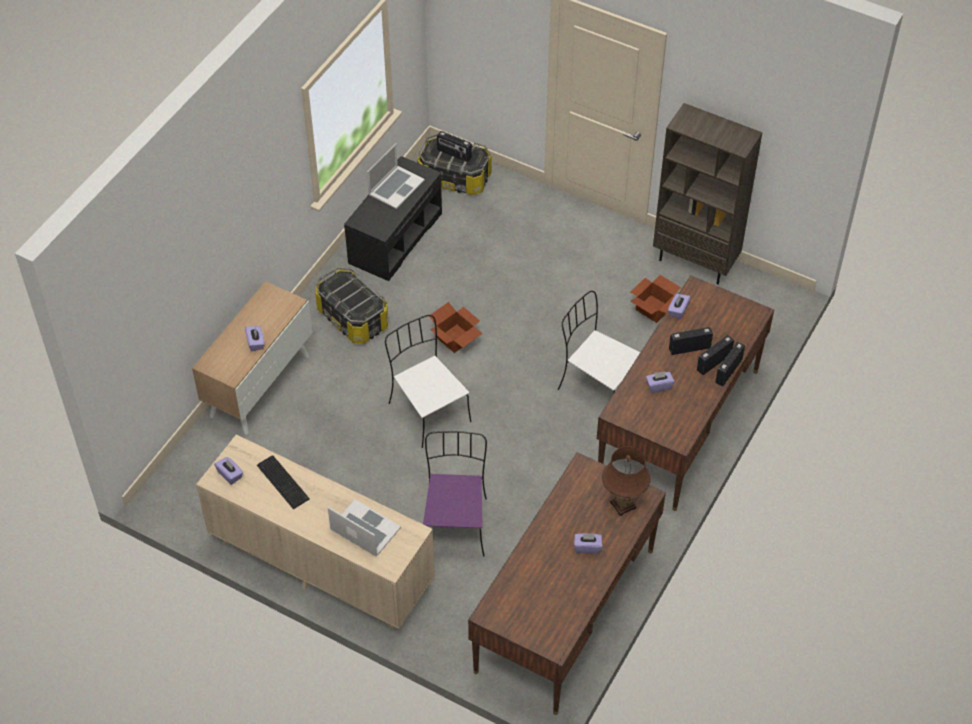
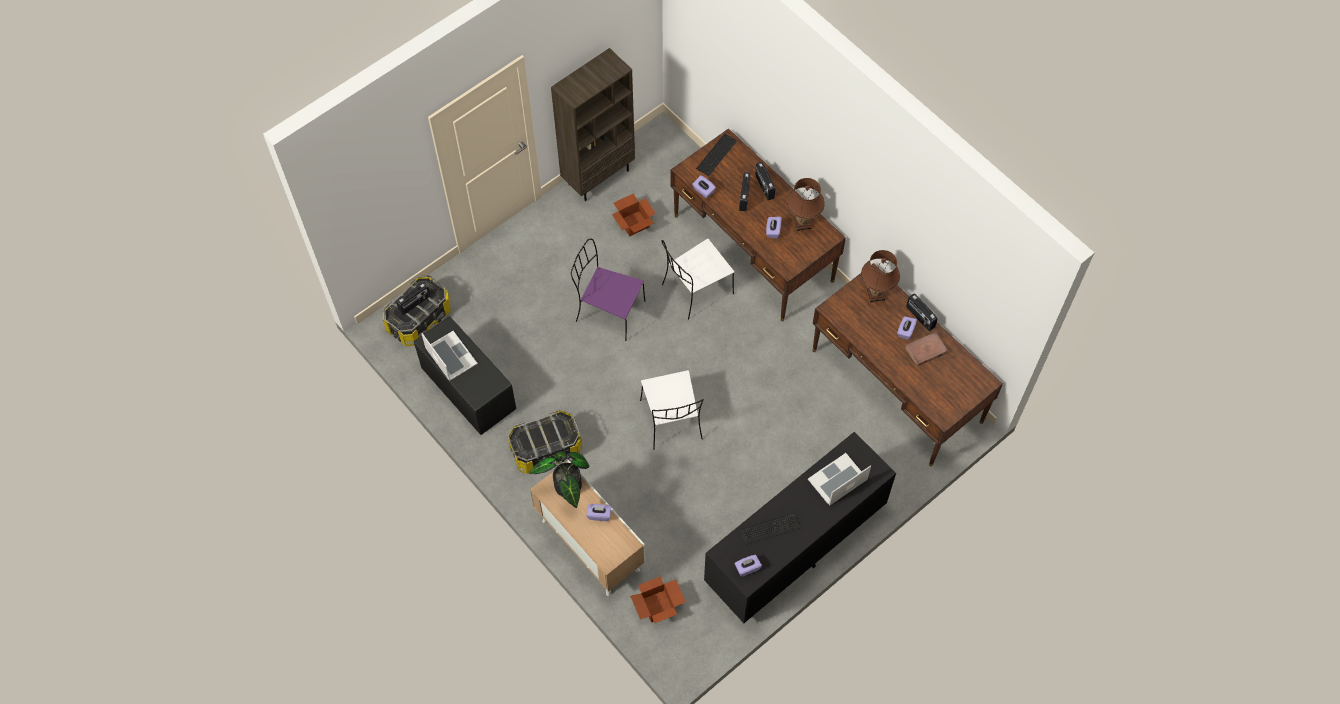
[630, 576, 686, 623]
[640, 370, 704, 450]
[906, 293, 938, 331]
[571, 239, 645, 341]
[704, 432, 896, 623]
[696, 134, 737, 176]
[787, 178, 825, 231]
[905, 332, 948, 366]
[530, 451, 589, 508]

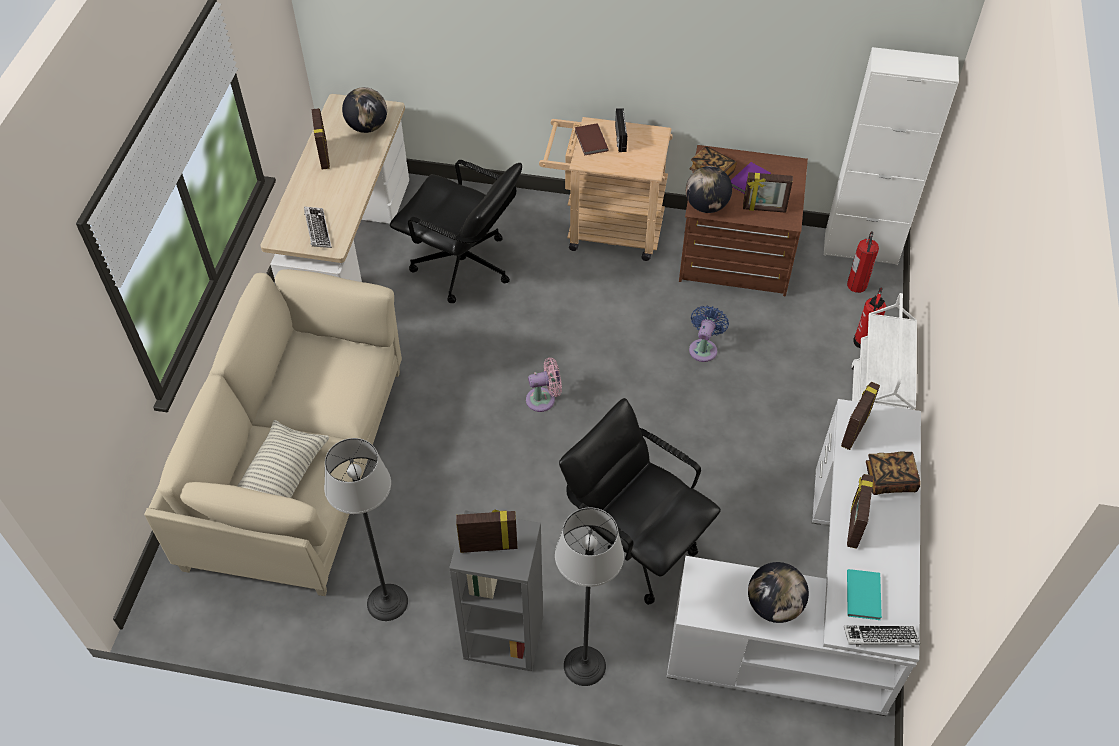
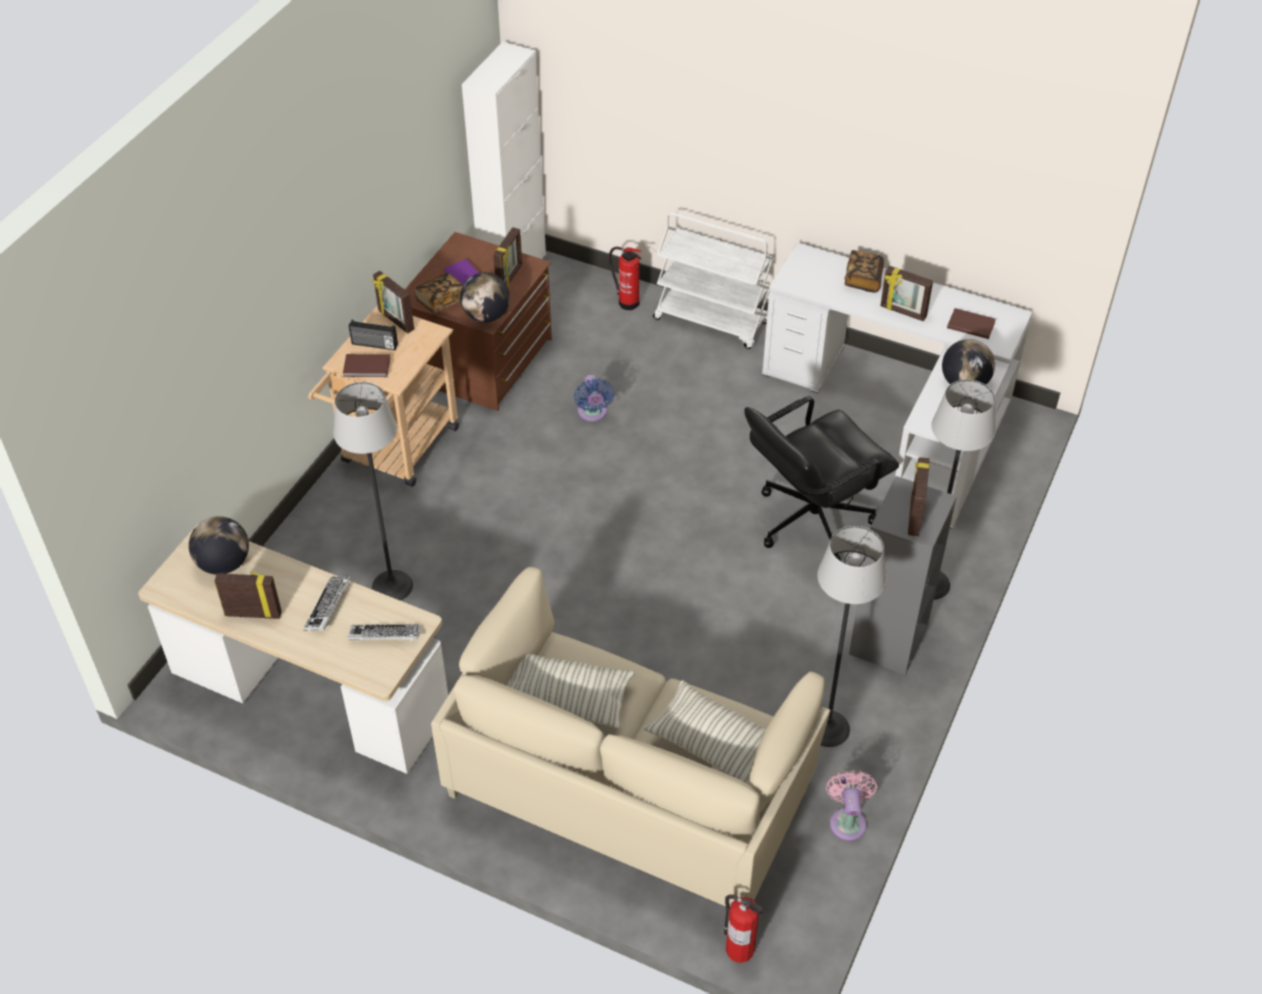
[333, 382, 413, 601]
[724, 894, 763, 963]
[574, 374, 615, 422]
[826, 770, 877, 841]
[372, 271, 414, 334]
[947, 308, 996, 339]
[303, 576, 351, 631]
[507, 653, 635, 729]

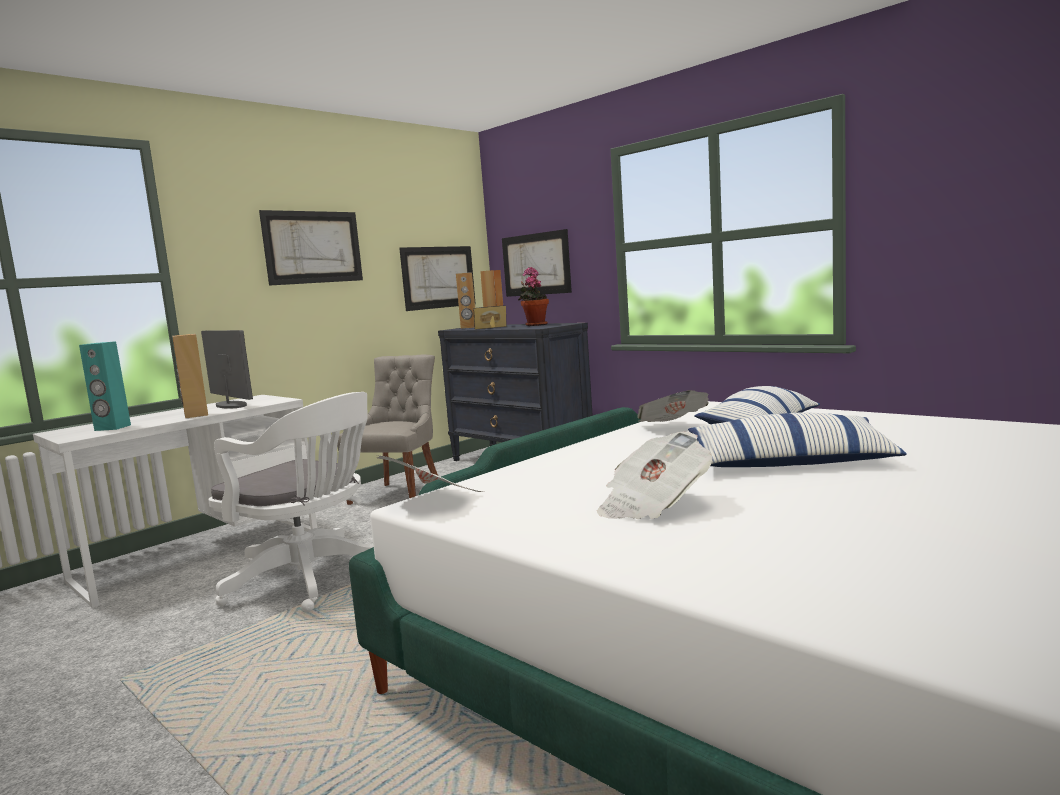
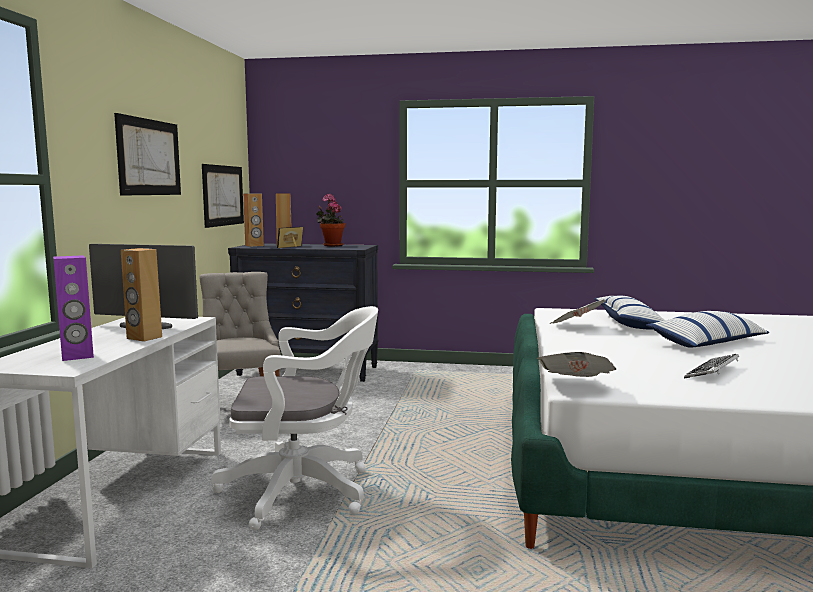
[502, 229, 572, 297] (first image)
[53, 255, 94, 361]
[684, 354, 739, 379]

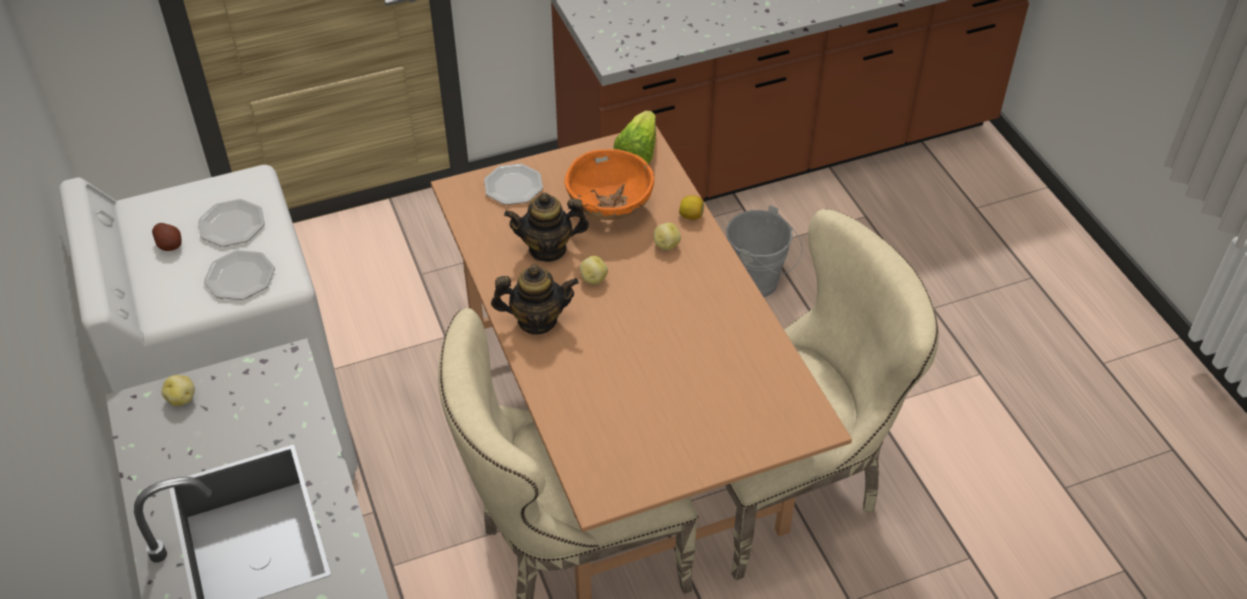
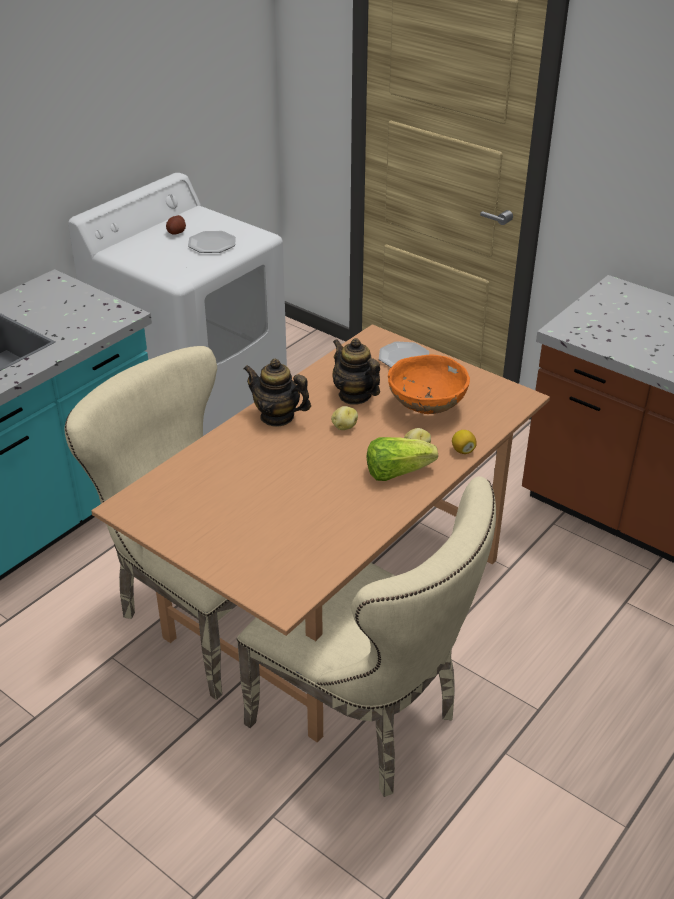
[367, 437, 438, 481]
[726, 205, 803, 298] (first image)
[204, 250, 275, 300] (first image)
[244, 359, 311, 427]
[162, 375, 195, 406] (first image)

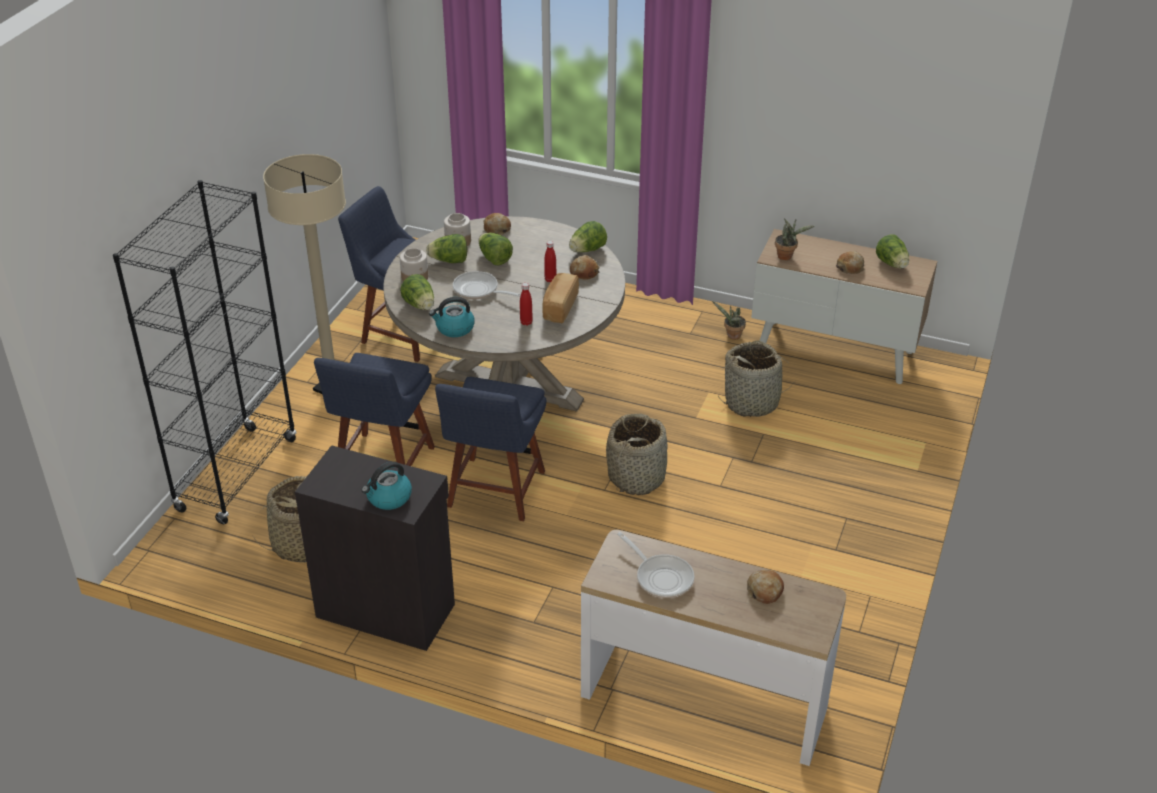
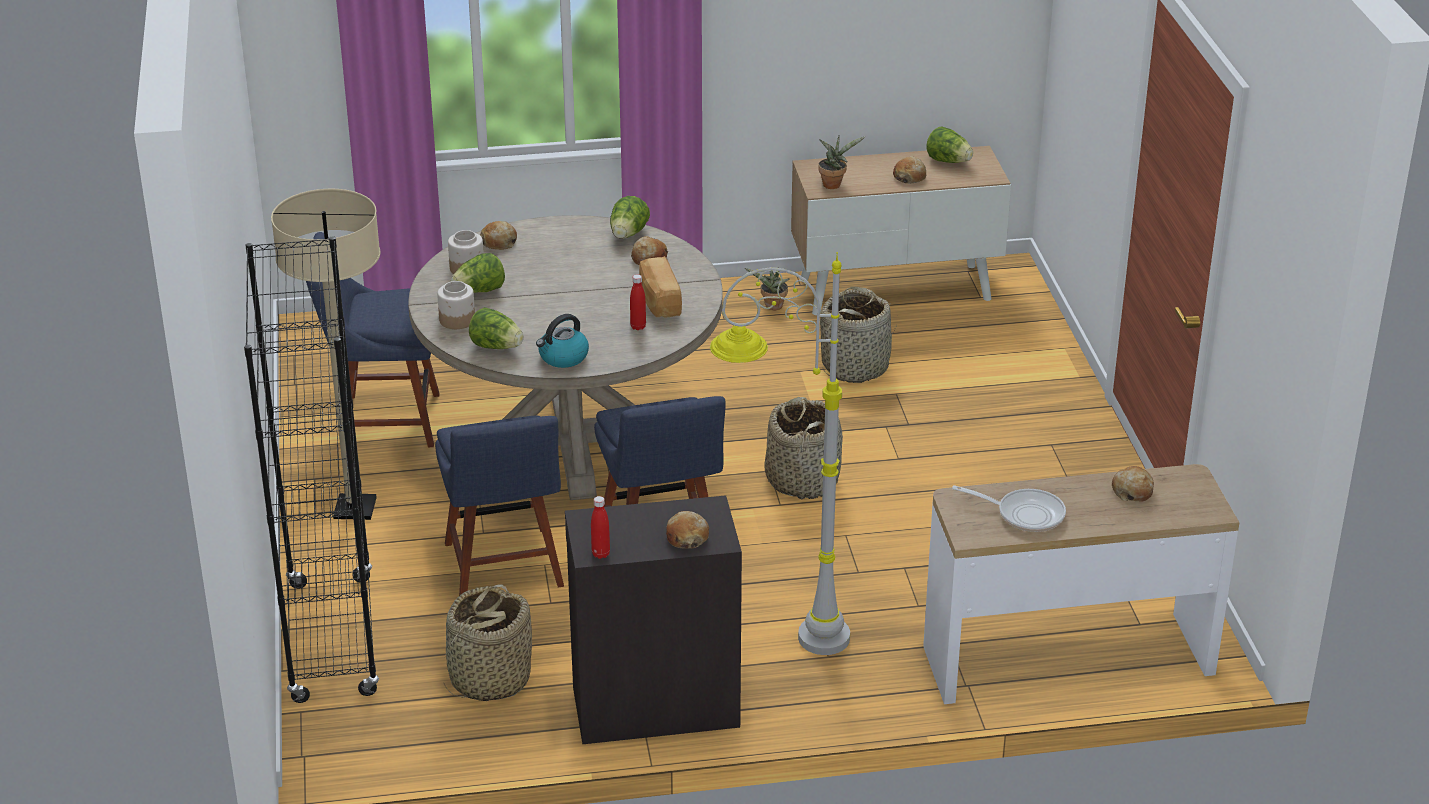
[478, 233, 513, 266] (first image)
[591, 496, 610, 559]
[453, 271, 521, 299] (first image)
[666, 511, 709, 549]
[710, 252, 850, 655]

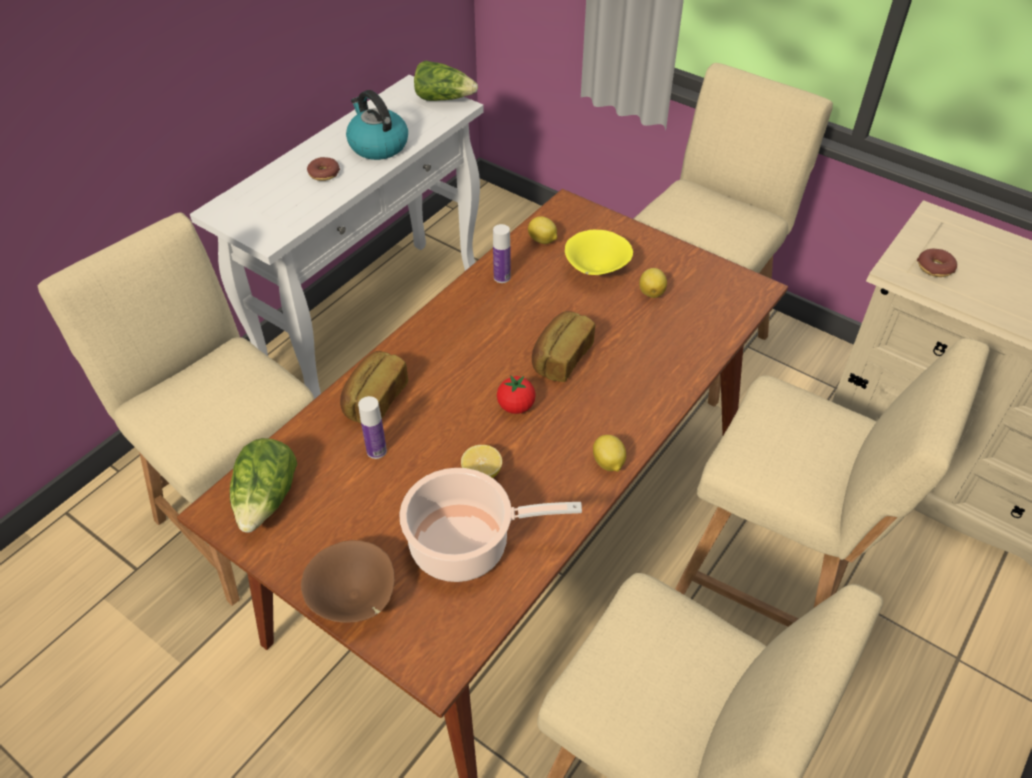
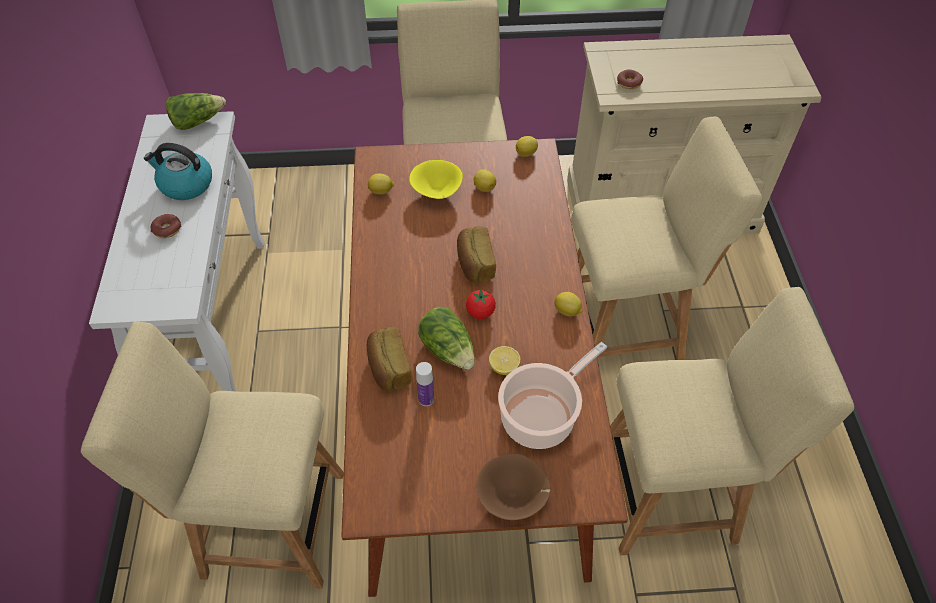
[493, 224, 511, 283] (first image)
[418, 306, 475, 370]
[516, 136, 538, 157]

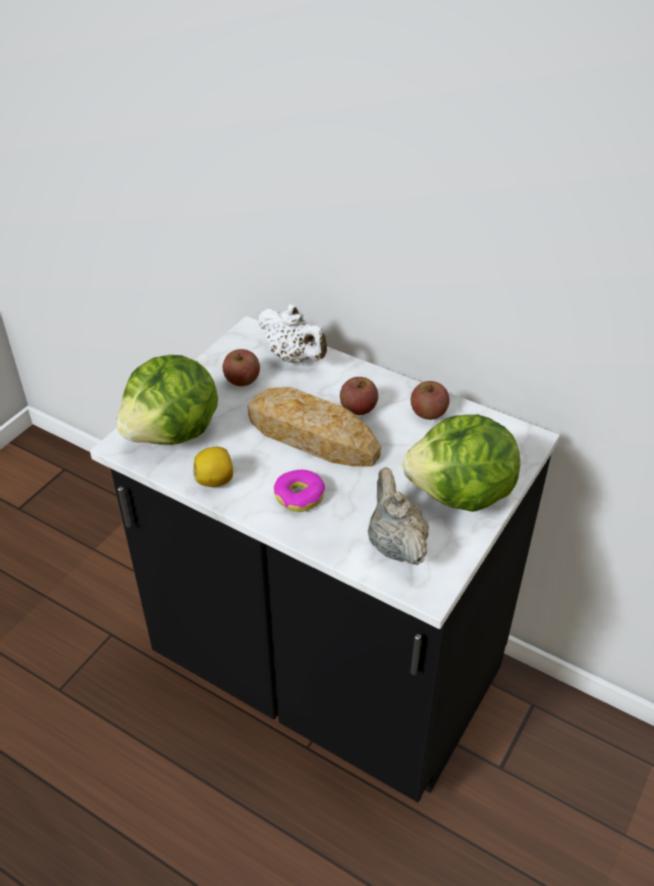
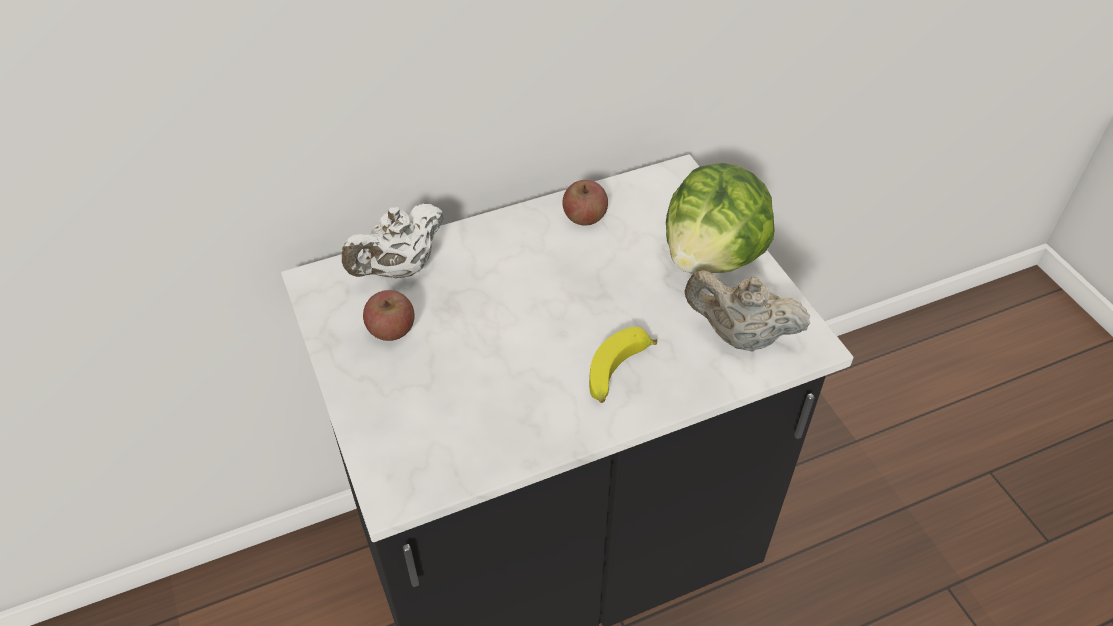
[342, 204, 444, 278]
[116, 355, 218, 445] (first image)
[340, 377, 378, 415] (first image)
[247, 387, 381, 467] (first image)
[193, 447, 233, 487] (first image)
[589, 327, 657, 403]

